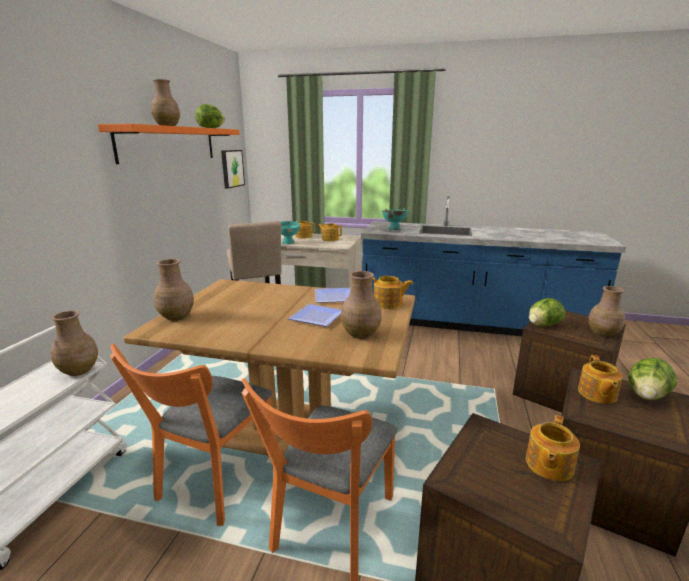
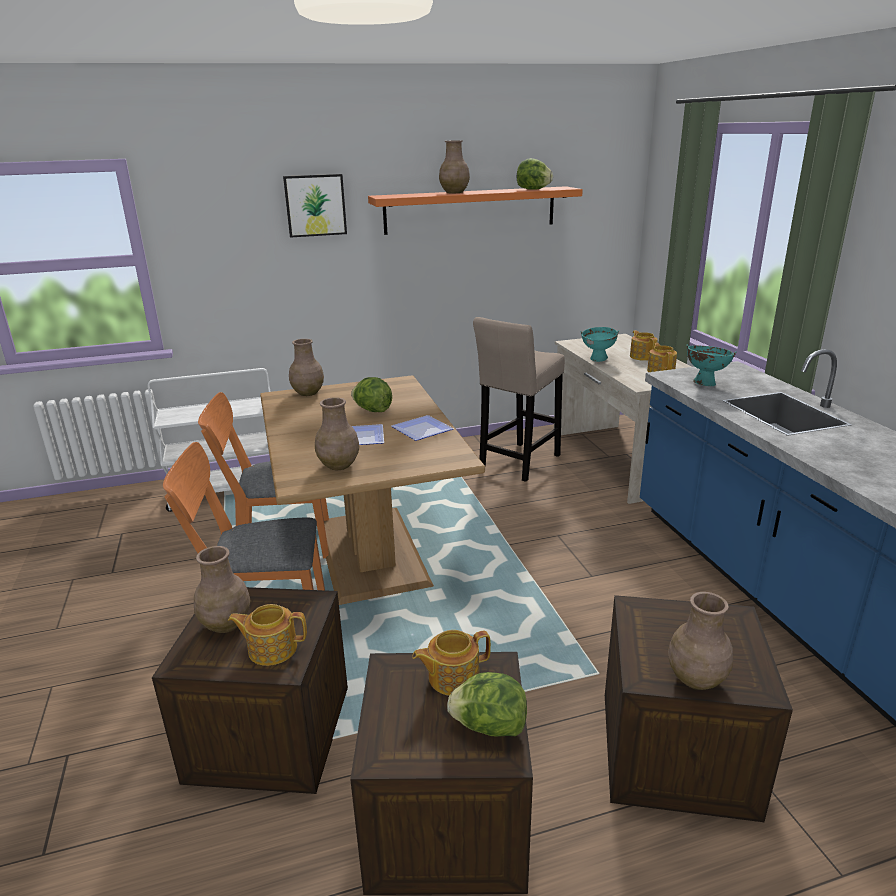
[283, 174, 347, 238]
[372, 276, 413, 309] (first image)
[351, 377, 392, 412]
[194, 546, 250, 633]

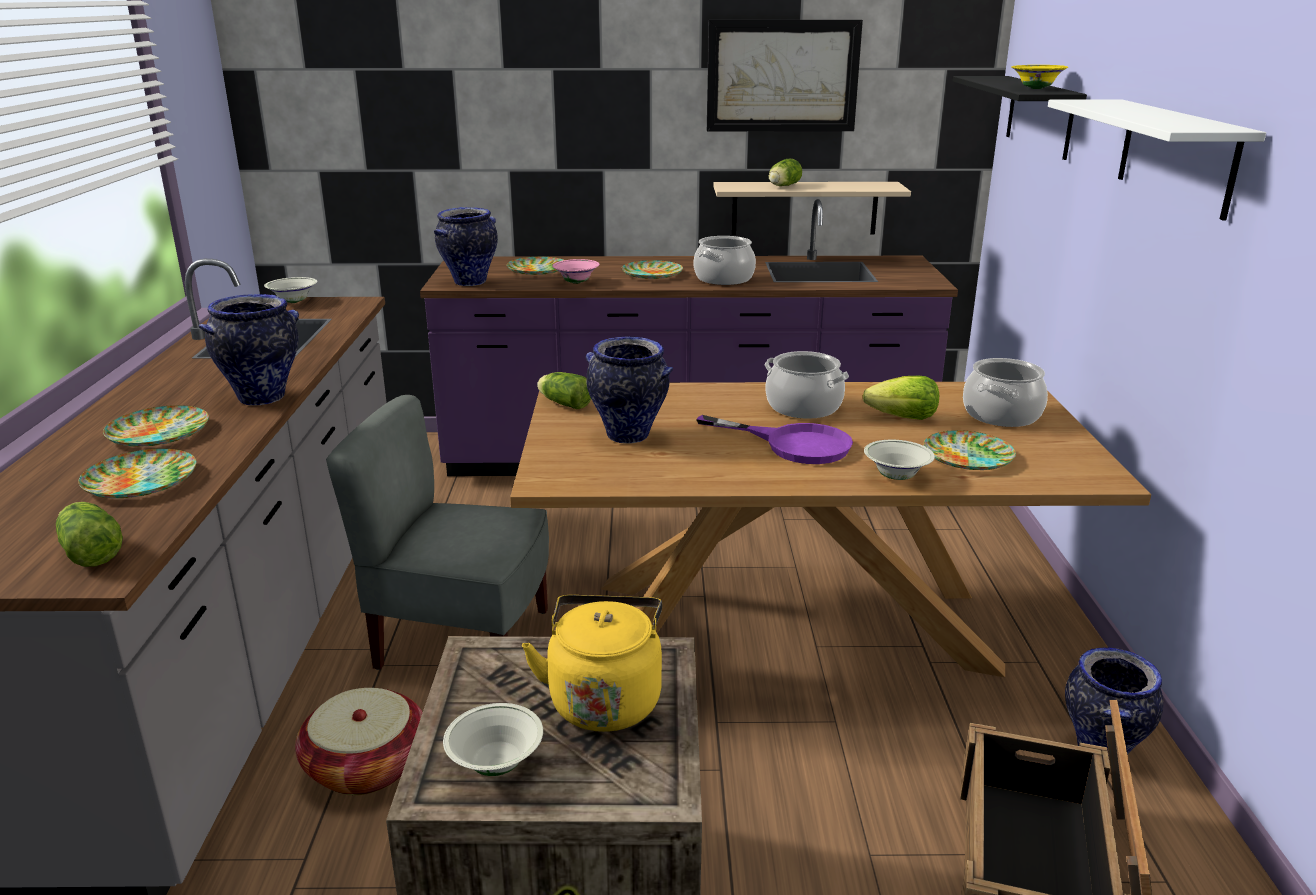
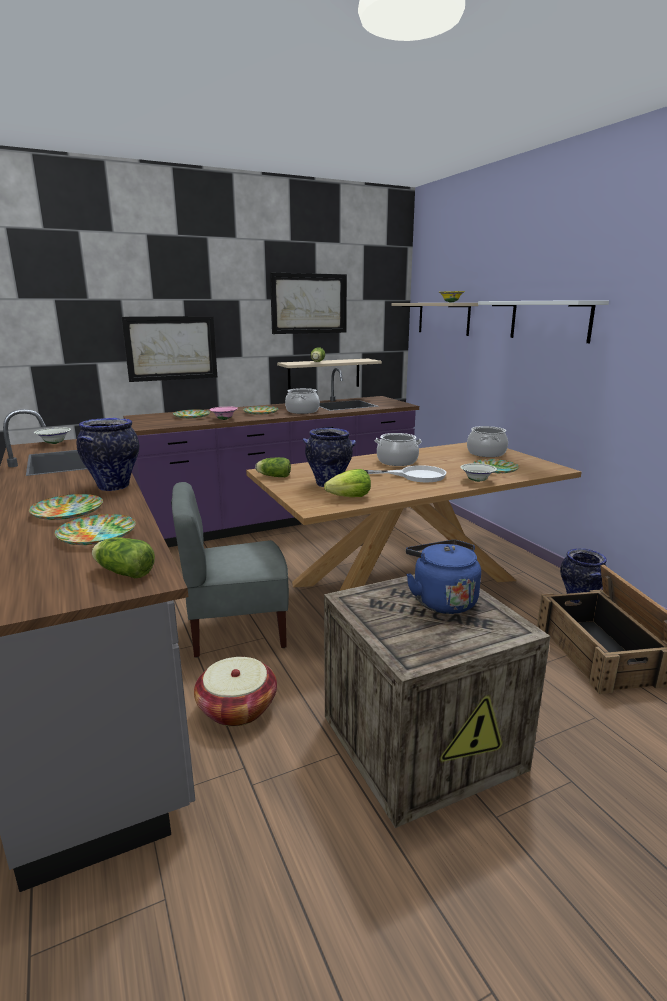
[391, 303, 479, 336]
[434, 207, 498, 286] (first image)
[324, 469, 371, 497]
[364, 465, 446, 482]
[406, 540, 481, 614]
[443, 703, 543, 776] (first image)
[121, 316, 217, 382]

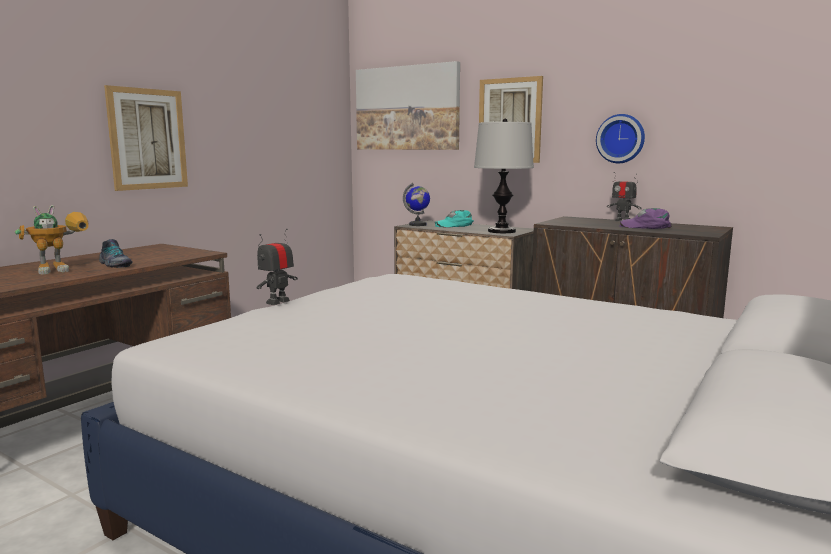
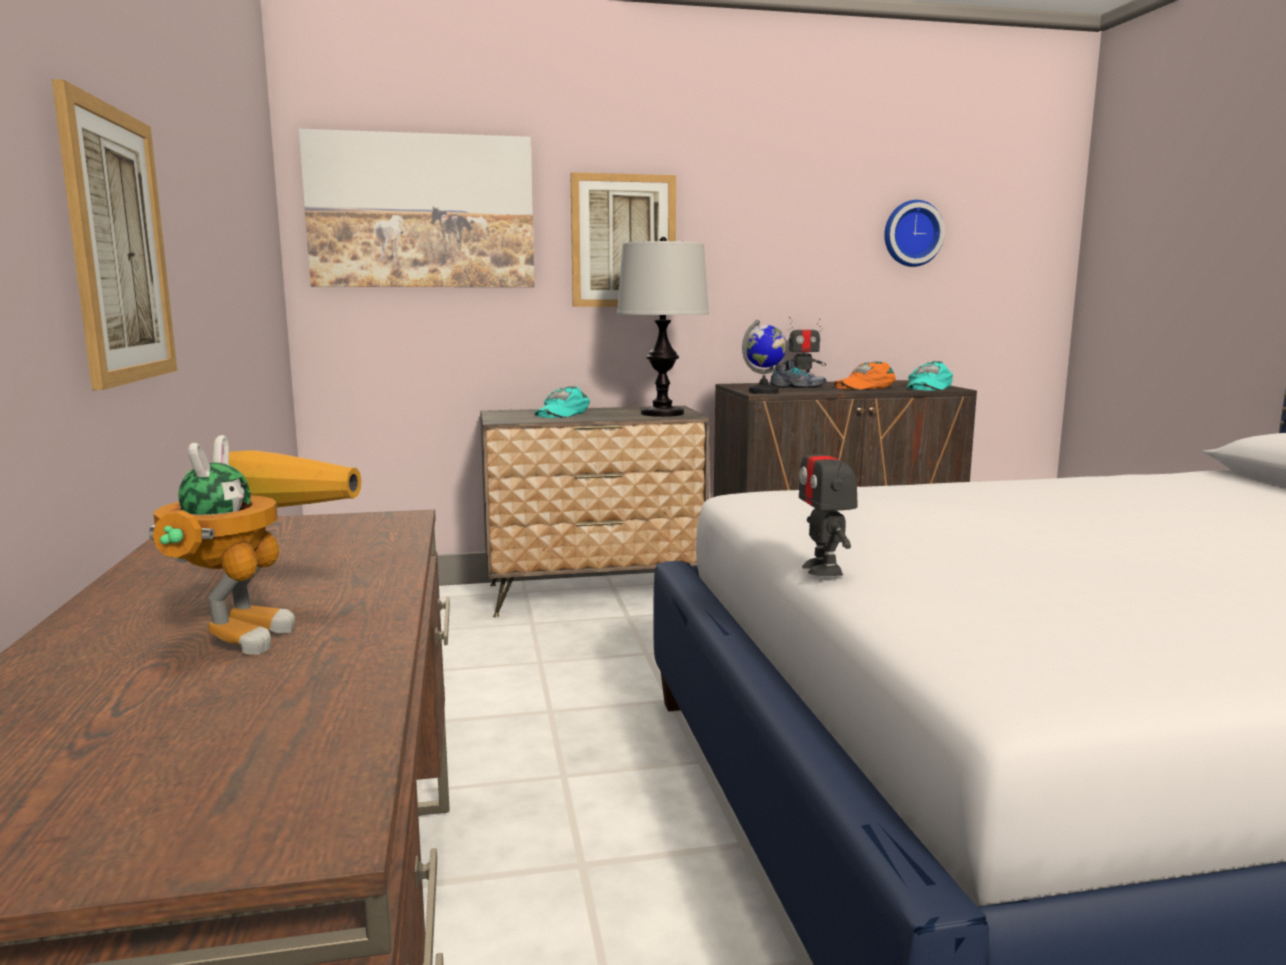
[884, 200, 945, 267]
[742, 319, 787, 394]
[834, 362, 896, 390]
[770, 360, 826, 388]
[906, 361, 953, 391]

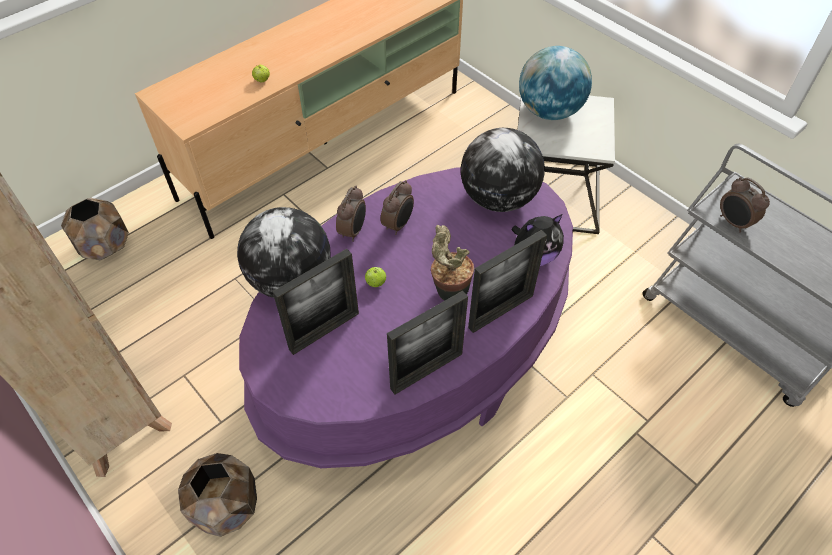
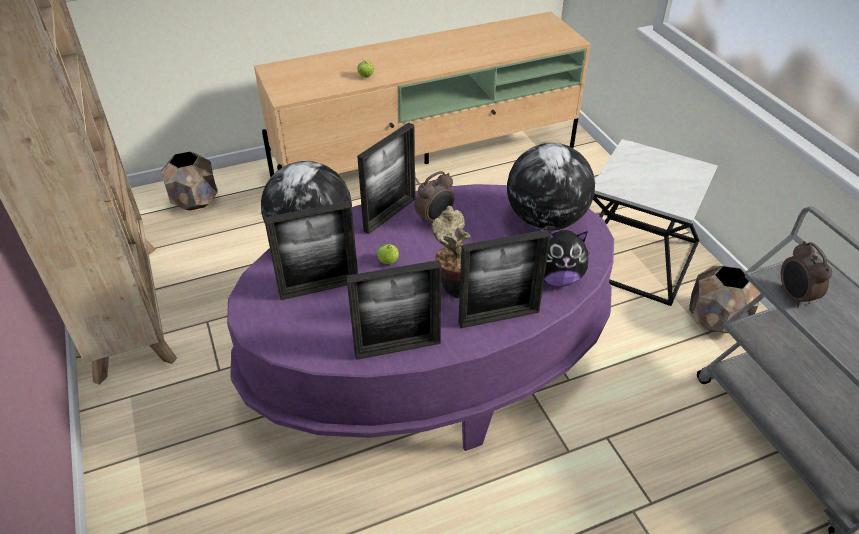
[519, 46, 592, 120] (first image)
[357, 122, 416, 234]
[689, 266, 760, 333]

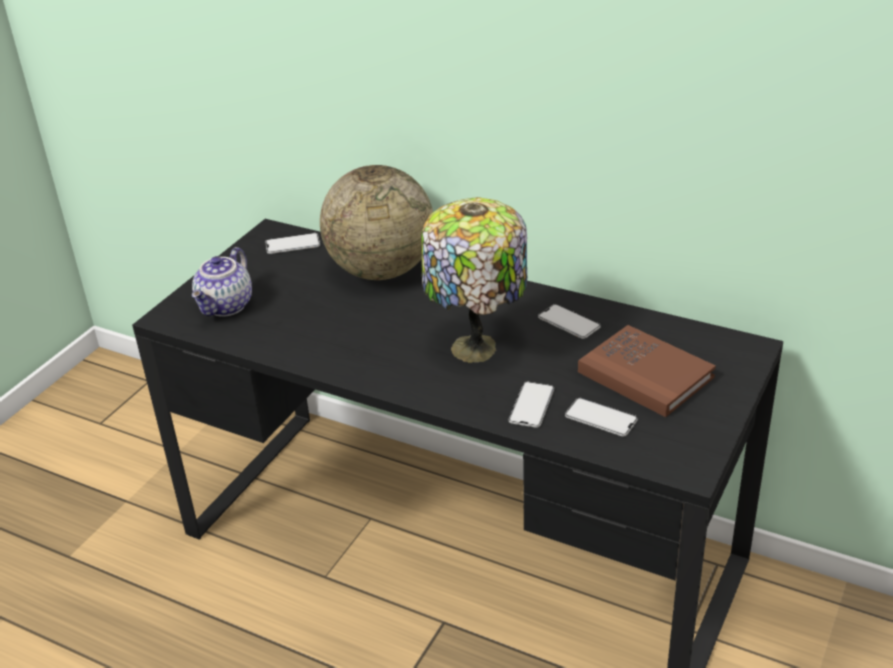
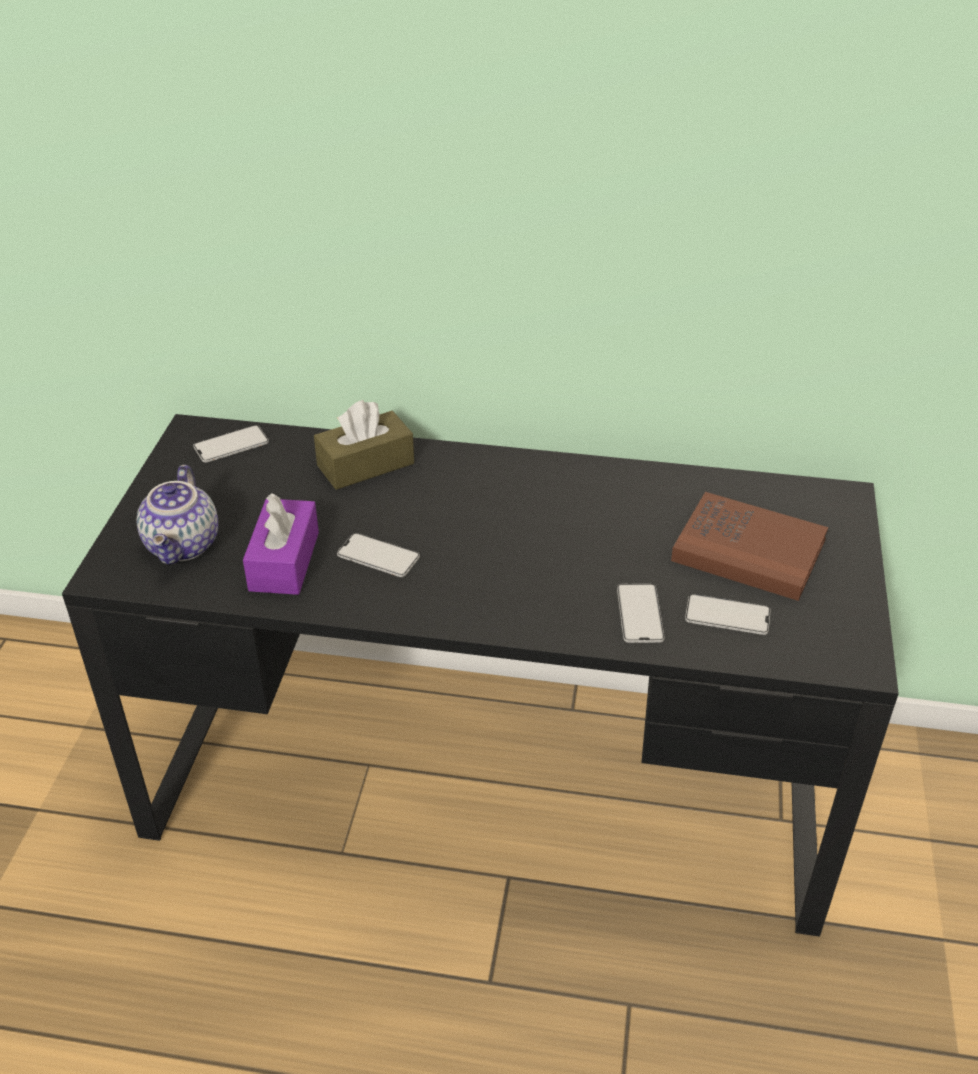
[314, 400, 414, 490]
[421, 197, 527, 363] (first image)
[337, 533, 420, 577]
[243, 493, 319, 595]

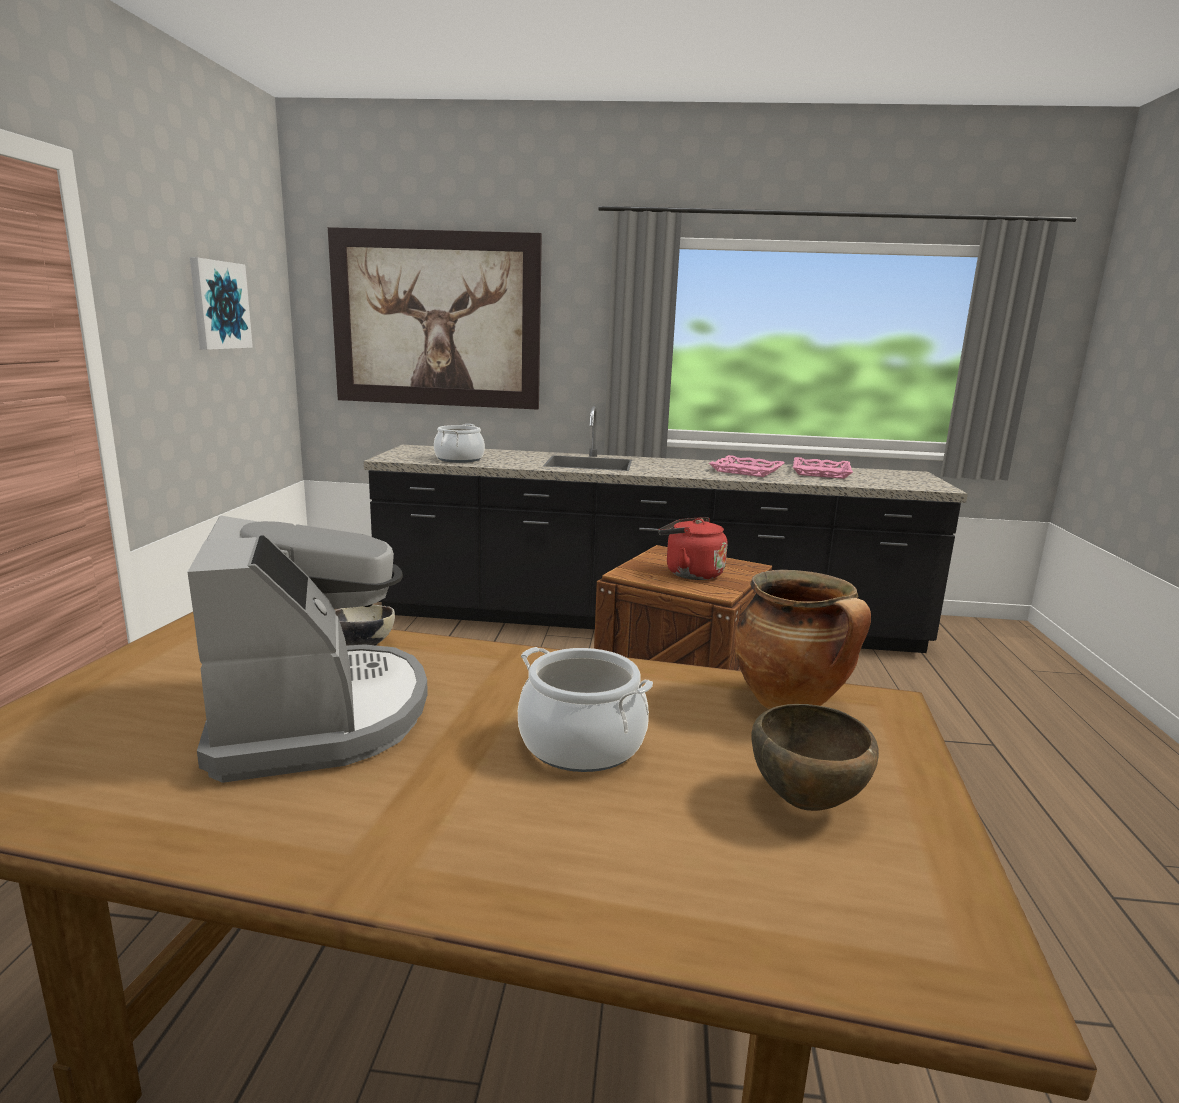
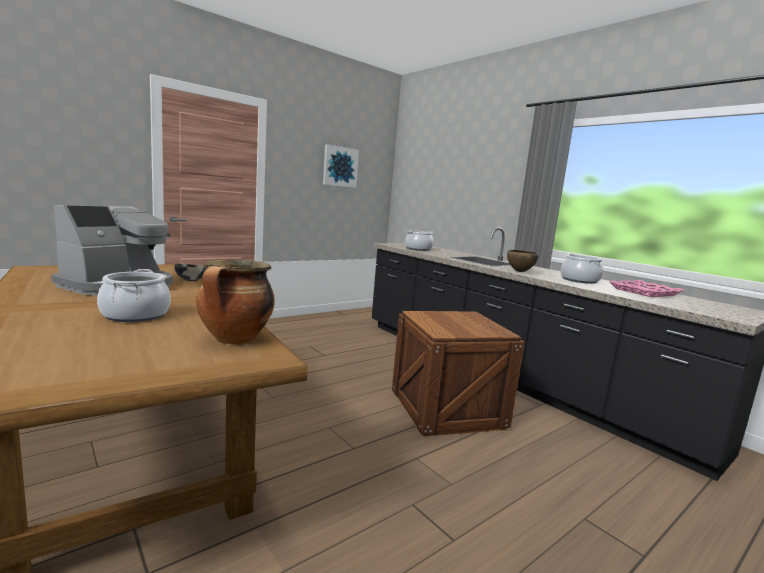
[328, 227, 542, 410] (first image)
[561, 253, 603, 284]
[658, 517, 727, 580] (first image)
[507, 250, 539, 272]

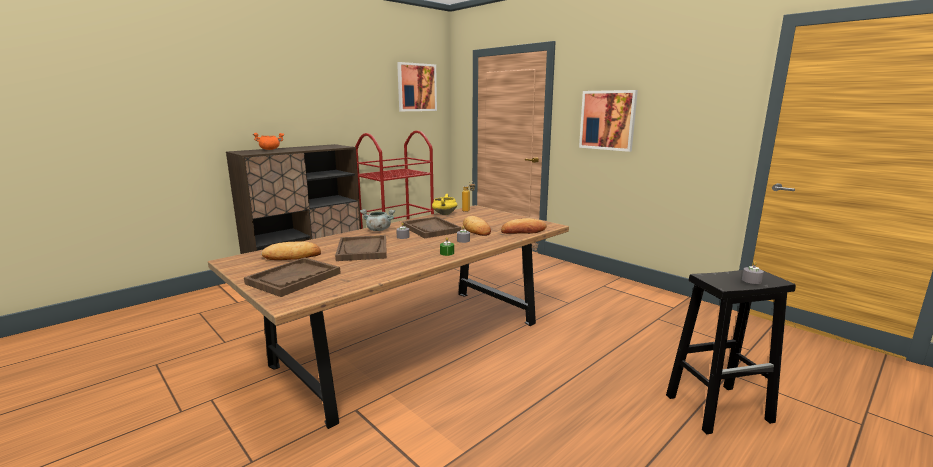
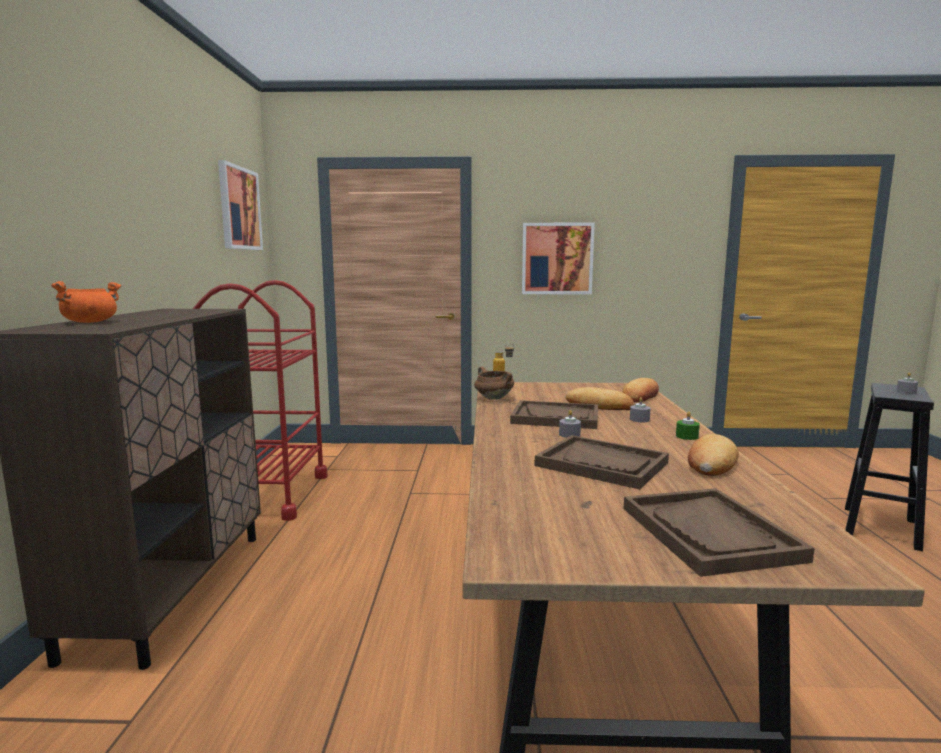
[474, 367, 514, 400]
[360, 209, 395, 231] (first image)
[688, 434, 739, 476]

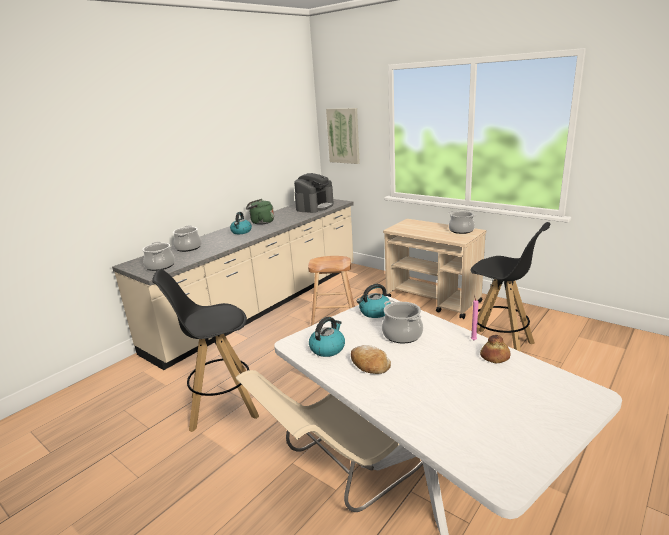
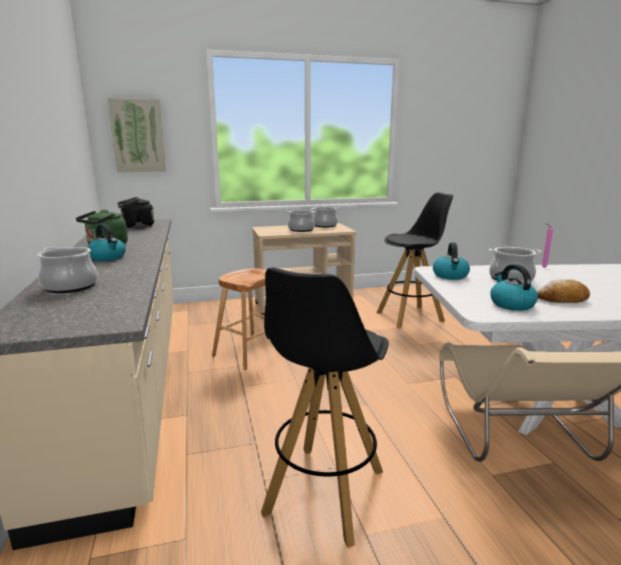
[118, 197, 154, 228]
[286, 210, 317, 232]
[480, 335, 510, 363] (first image)

